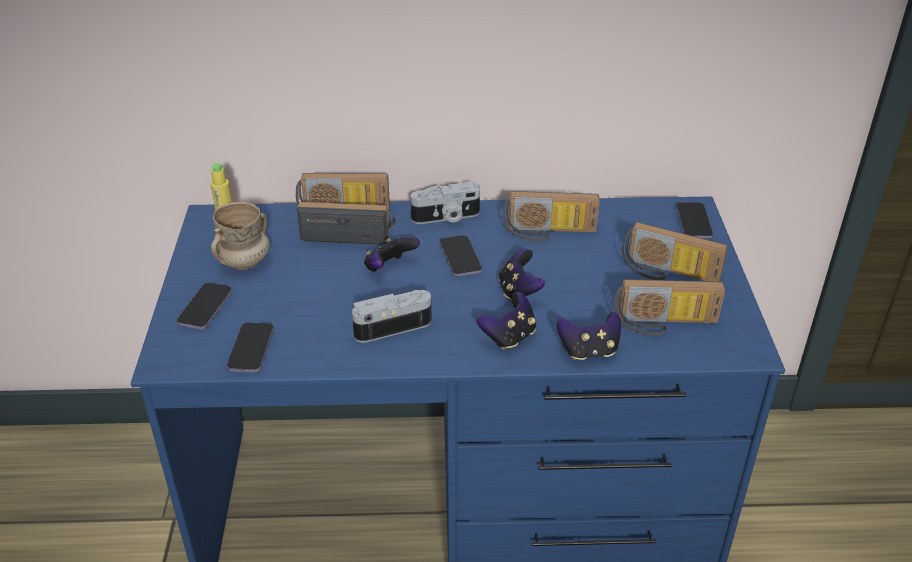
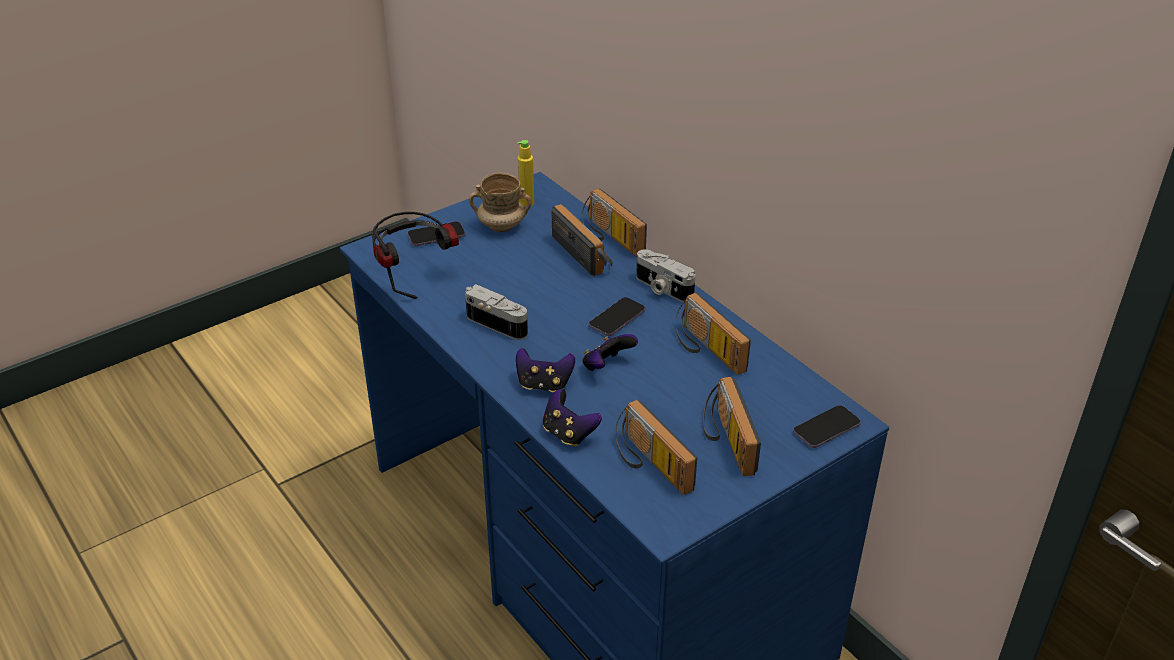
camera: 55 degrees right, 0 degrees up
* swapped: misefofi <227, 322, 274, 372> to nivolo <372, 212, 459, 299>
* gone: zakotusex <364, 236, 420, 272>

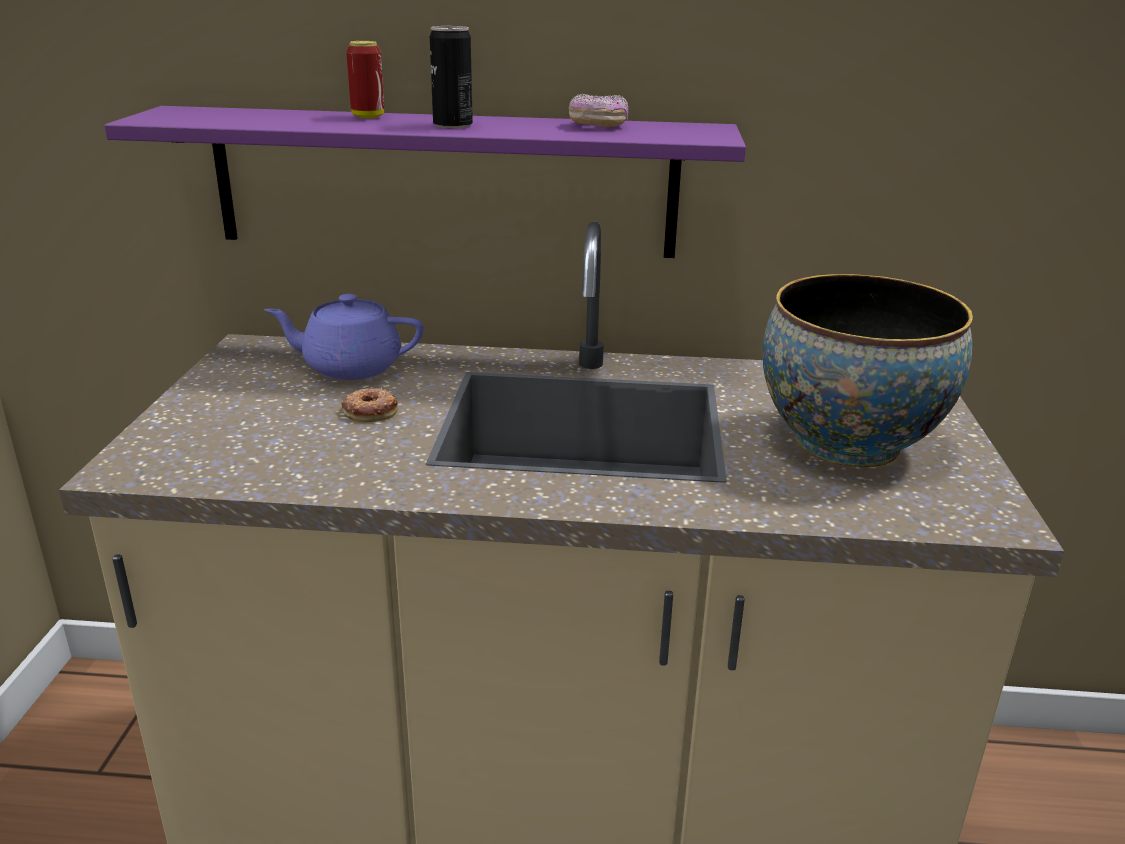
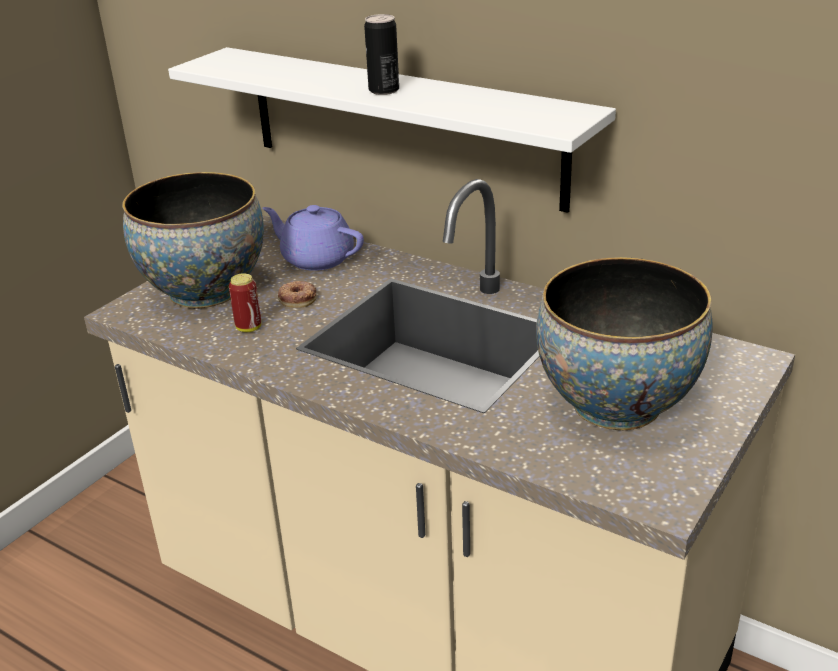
camera: 30 degrees right, 5 degrees up
* repainted: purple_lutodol <104, 106, 746, 258> to white_lutodol <168, 47, 616, 213>
* shifted: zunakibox <346, 41, 384, 119> to <229, 273, 261, 332>
* gone: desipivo <569, 94, 628, 127>
* new: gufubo <122, 172, 264, 309>

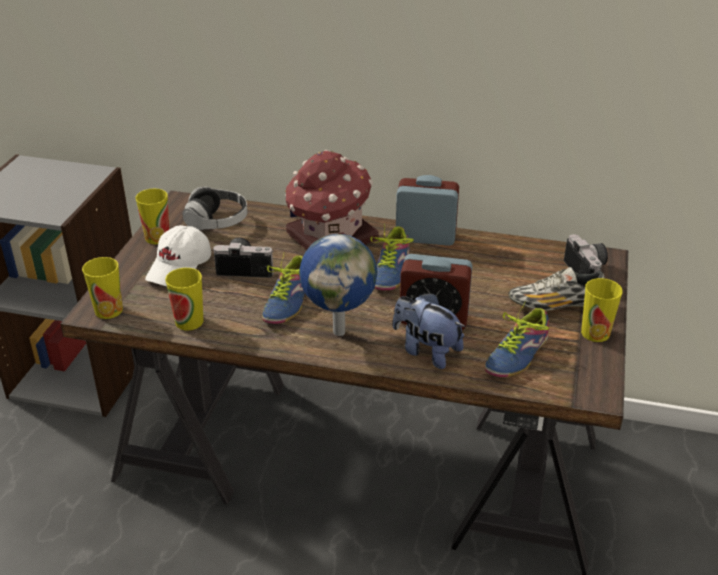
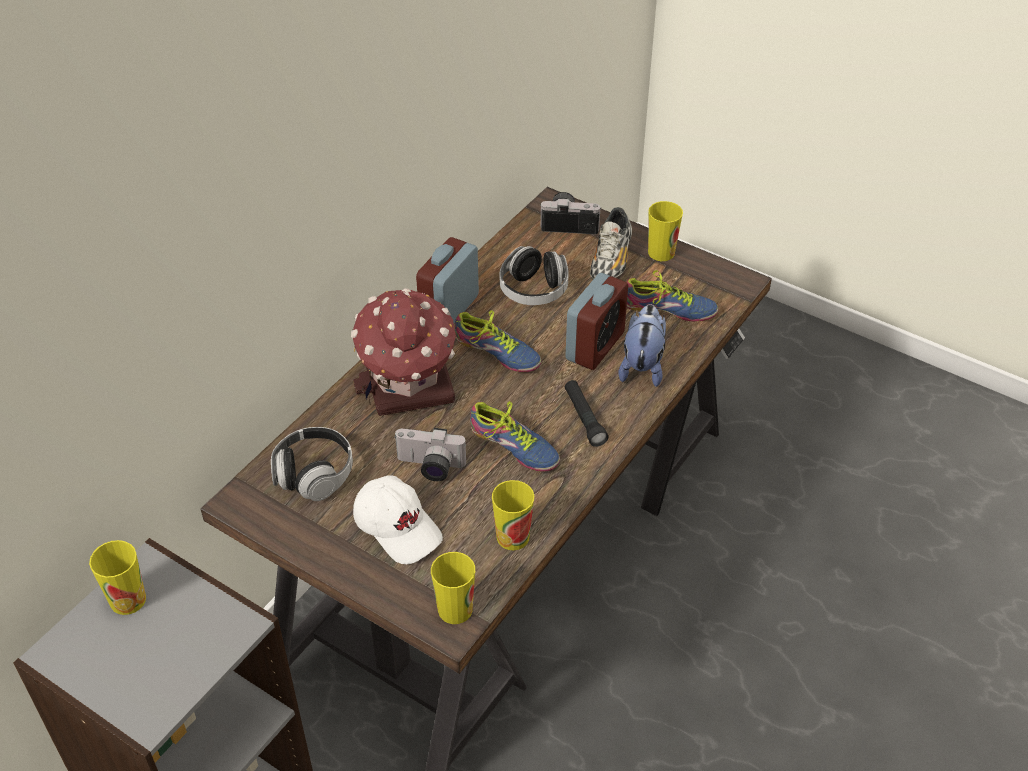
camera: 70 degrees left, 10 degrees up
* shifted: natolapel <136, 189, 170, 244> to <89, 540, 146, 615>
* rotated: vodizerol <213, 238, 274, 278> = <394, 428, 466, 481> 105 degrees counterclockwise
* swapped: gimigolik <299, 234, 377, 336> to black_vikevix <565, 380, 609, 447>
* rotated: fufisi <393, 293, 465, 369> = <618, 305, 666, 387> 135 degrees clockwise
* rotated: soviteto <485, 301, 549, 377> = <626, 270, 718, 321> 45 degrees counterclockwise
* new: nivolo <500, 246, 569, 305>

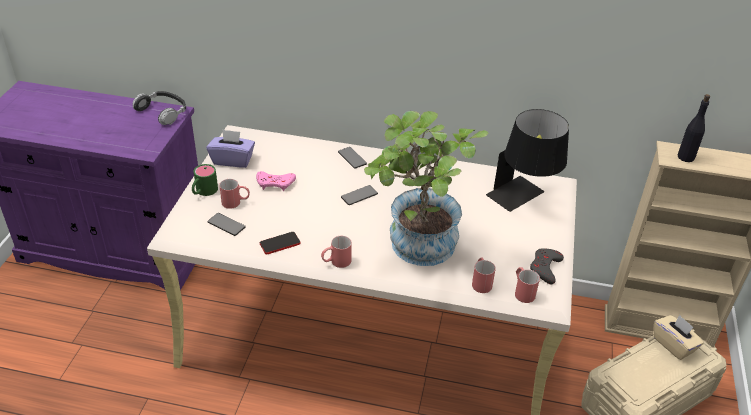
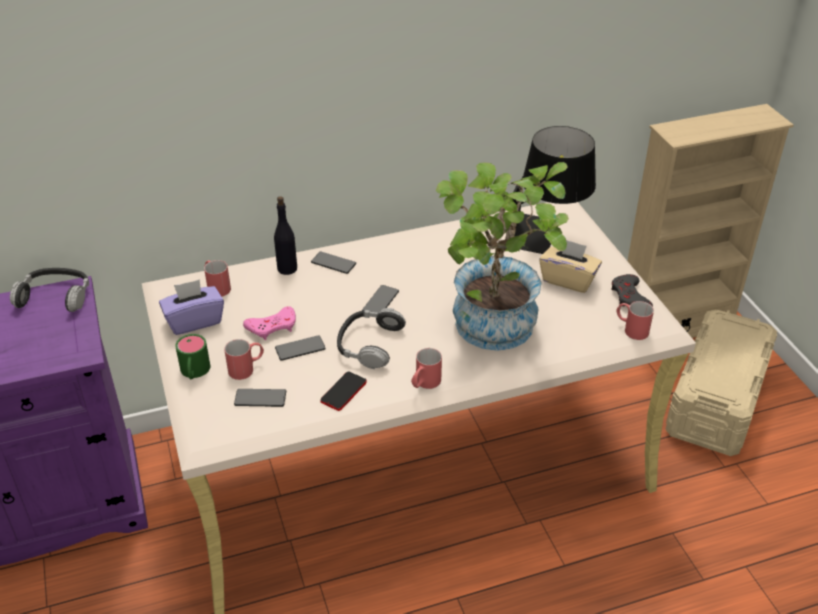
camera: 30 degrees left, 0 degrees up
* shifted: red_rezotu <472, 258, 496, 293> to <204, 260, 231, 297>
* shifted: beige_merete <654, 315, 704, 360> to <539, 240, 602, 293>
* shifted: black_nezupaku <678, 94, 710, 162> to <274, 196, 297, 275>
* new: misefofi <275, 335, 326, 361>
* new: nivolo <337, 308, 406, 369>

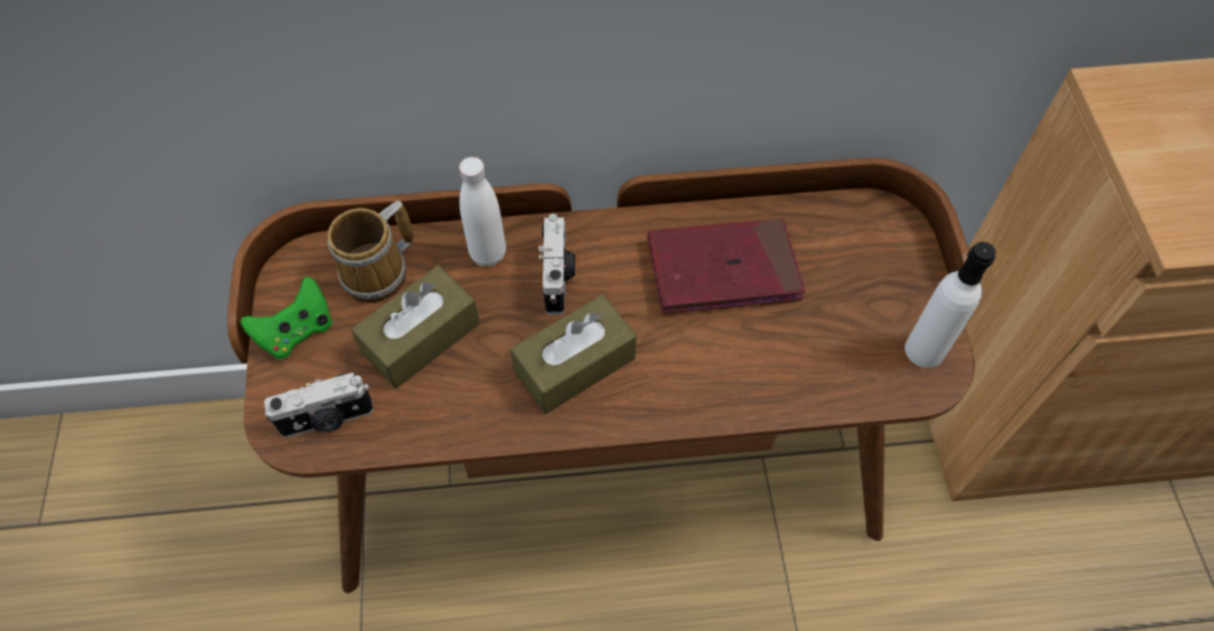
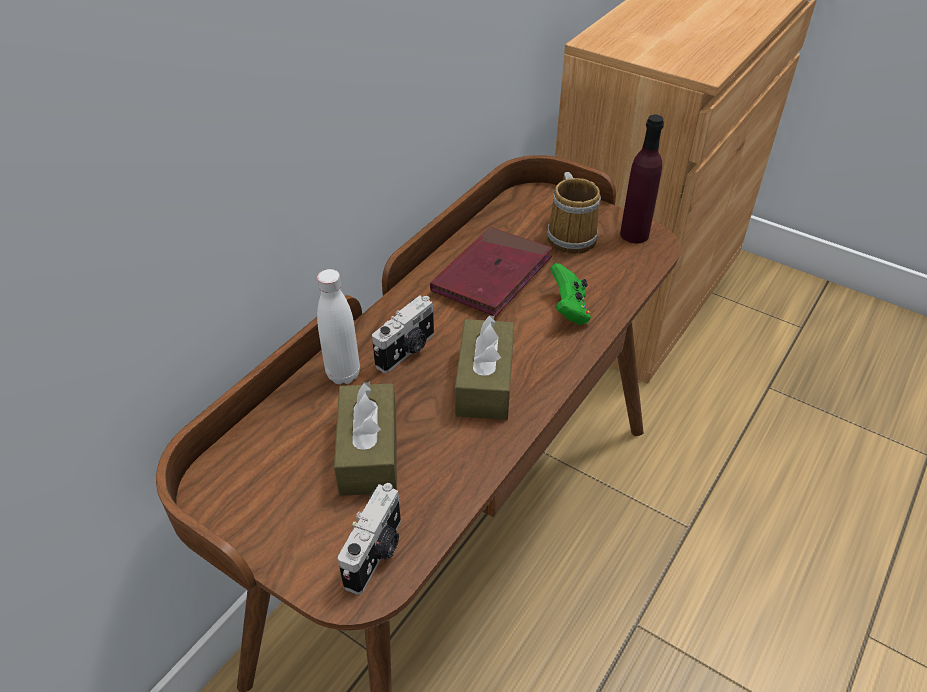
camera: 50 degrees left, 15 degrees down
* shifted: green_zakotusex <241, 277, 332, 359> to <550, 263, 591, 325>
* shifted: rezotu <327, 201, 414, 303> to <547, 172, 601, 254>
* rotated: vodizerol <539, 214, 575, 315> = <372, 295, 434, 373> 90 degrees clockwise
* repainted: white_nezupaku <905, 242, 996, 368> to purple_nezupaku <620, 115, 664, 243>

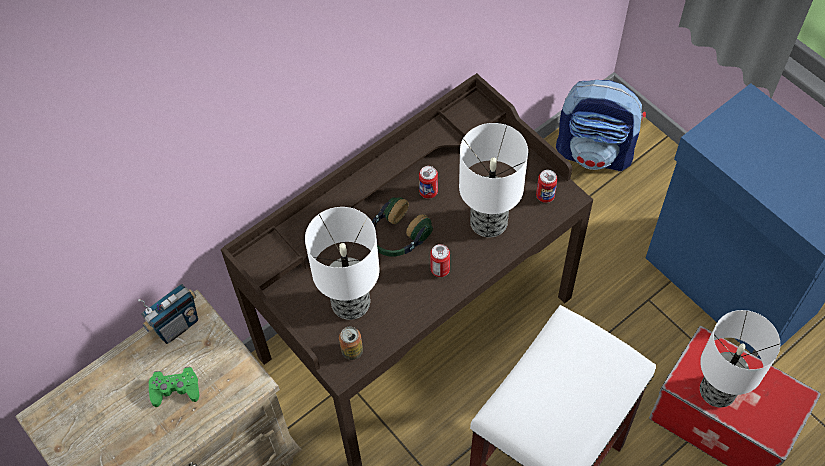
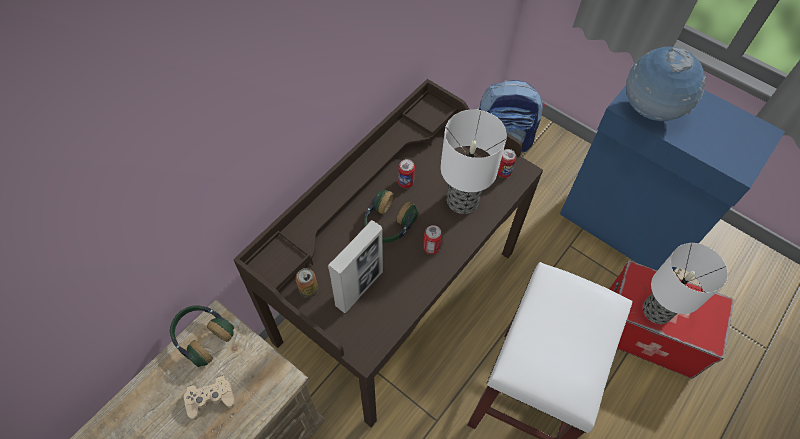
camera: 15 degrees left, 0 degrees up
* swapped: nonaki <138, 284, 198, 344> to nivolo <170, 305, 234, 367>
* repainted: green_zakotusex <149, 367, 199, 407> to beige_zakotusex <184, 376, 235, 420>
* swapped: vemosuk <305, 207, 380, 320> to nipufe <328, 220, 383, 313>
* shifted: zunakibox <339, 326, 363, 360> to <296, 268, 318, 298>
* new: gimigolik <626, 47, 706, 121>

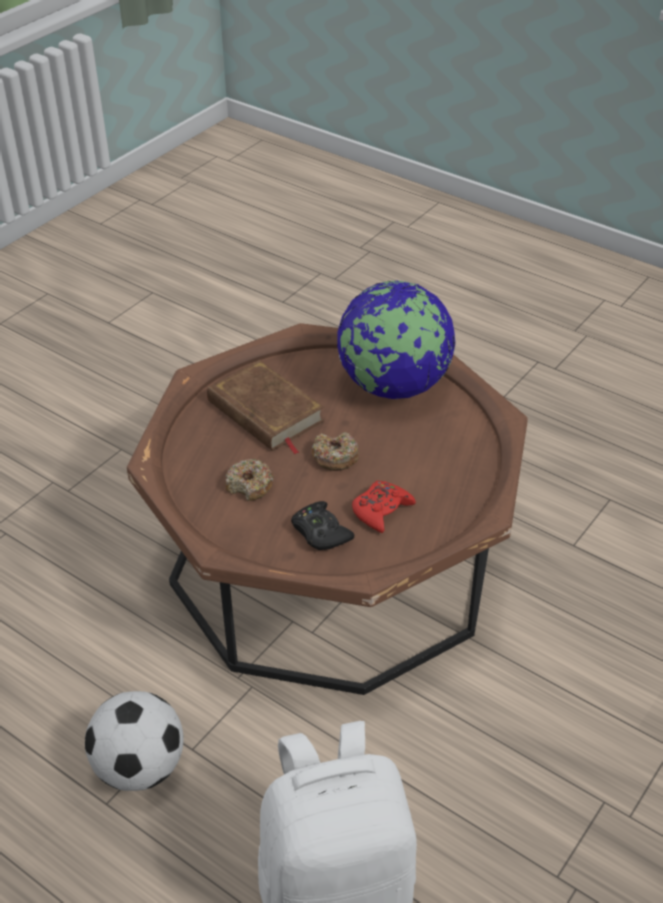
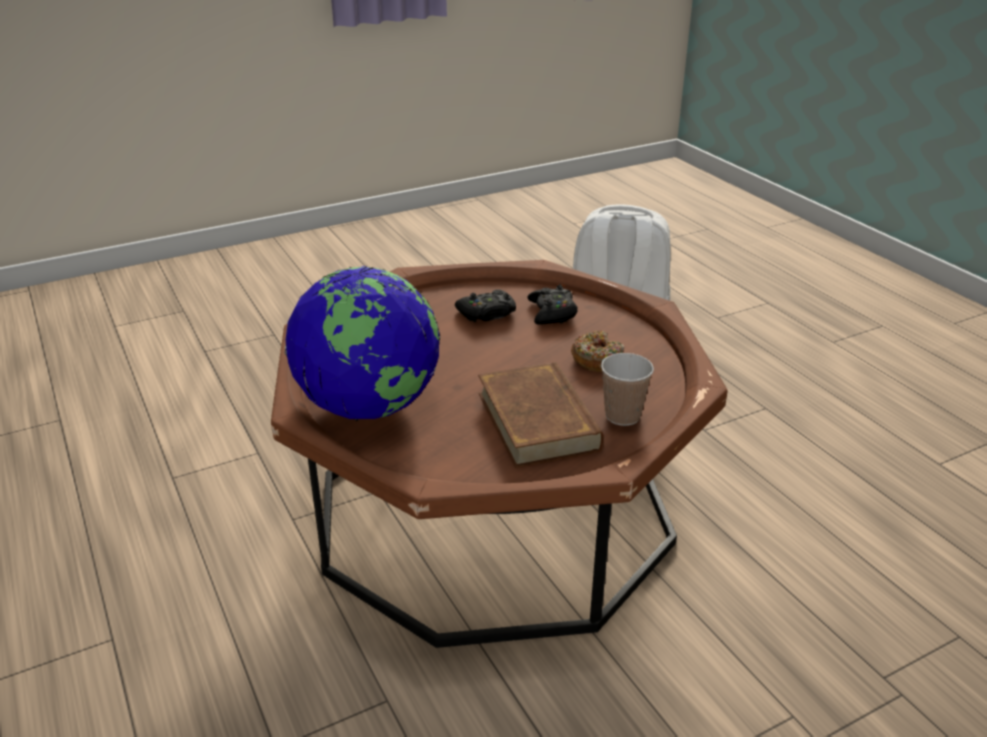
camera: 155 degrees left, 10 degrees down
* gone: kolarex <85, 691, 184, 791>
* gone: desipivo <312, 432, 359, 471>
* repainted: red_zakotusex <352, 481, 416, 533> to black_zakotusex <455, 289, 516, 322>
* new: natolapel <601, 353, 654, 426>

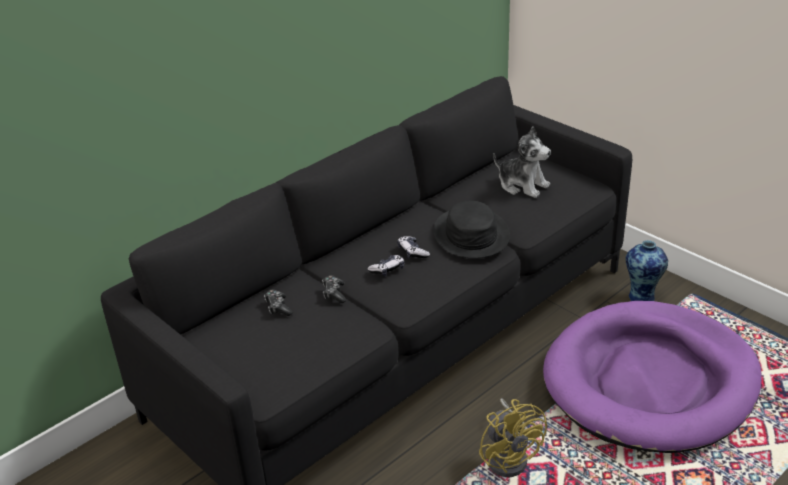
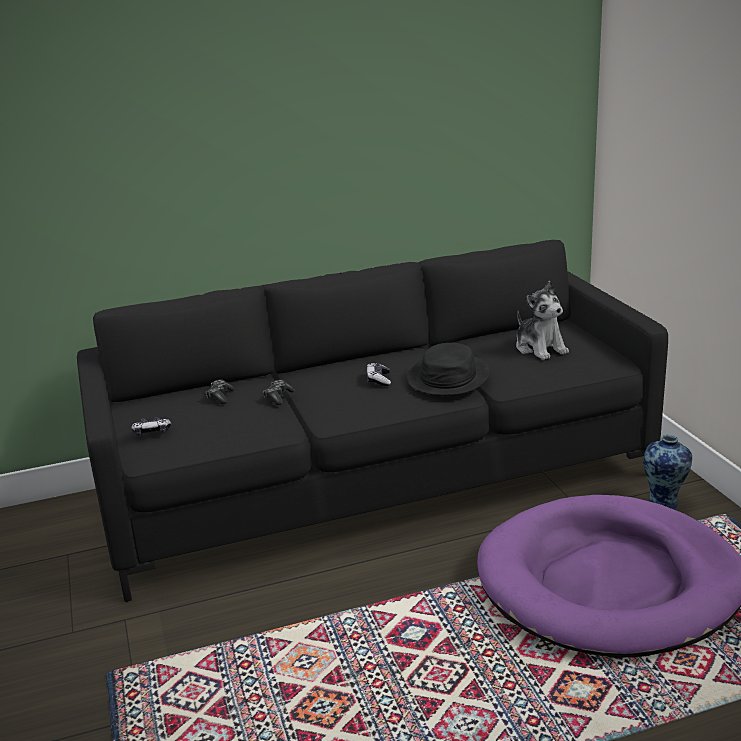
camera: 25 degrees right, 10 degrees down
* shifted: zakotusex <367, 255, 404, 277> to <131, 417, 171, 437>
* gone: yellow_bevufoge <479, 399, 547, 477>

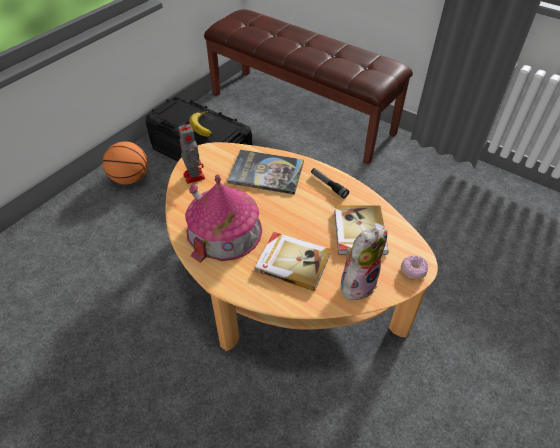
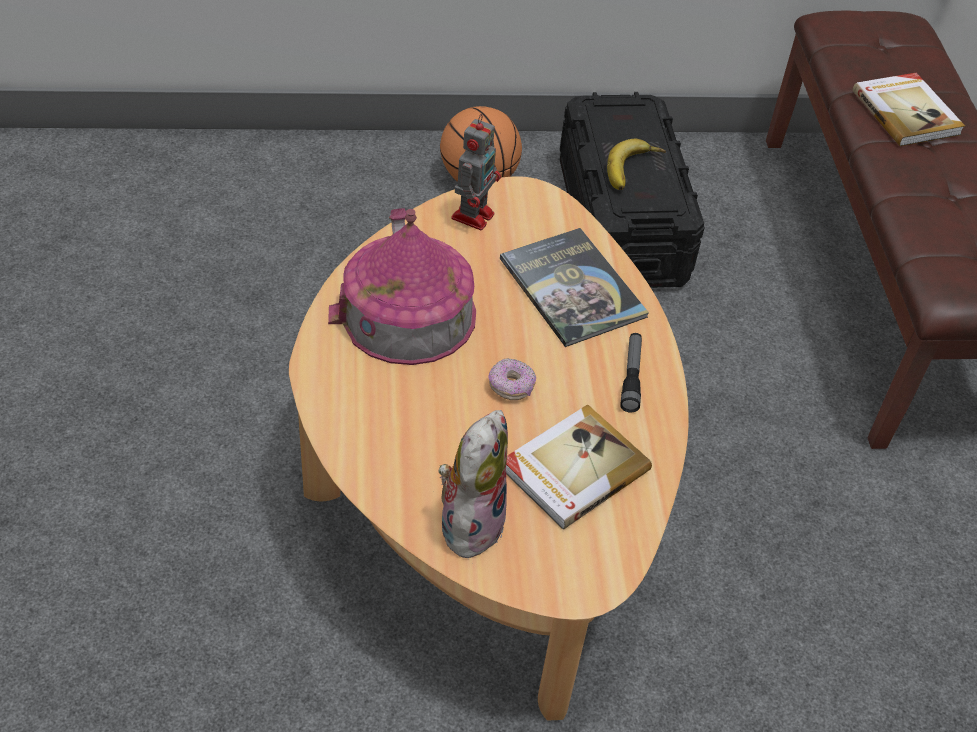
camera: 45 degrees right, 0 degrees up
* shifted: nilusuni <254, 232, 331, 291> to <853, 73, 965, 146>
* rotated: fufisi <341, 227, 387, 300> = <438, 410, 508, 561> 75 degrees counterclockwise
* shifted: desipivo <401, 256, 428, 279> to <489, 358, 536, 400>

